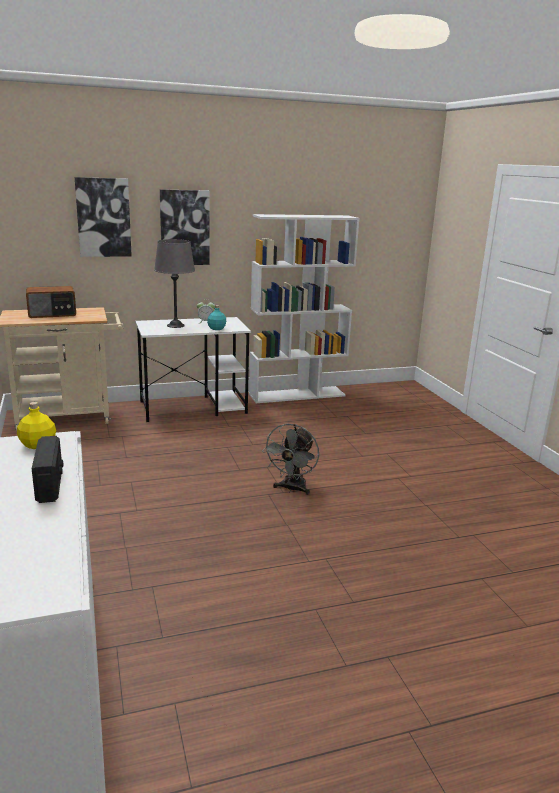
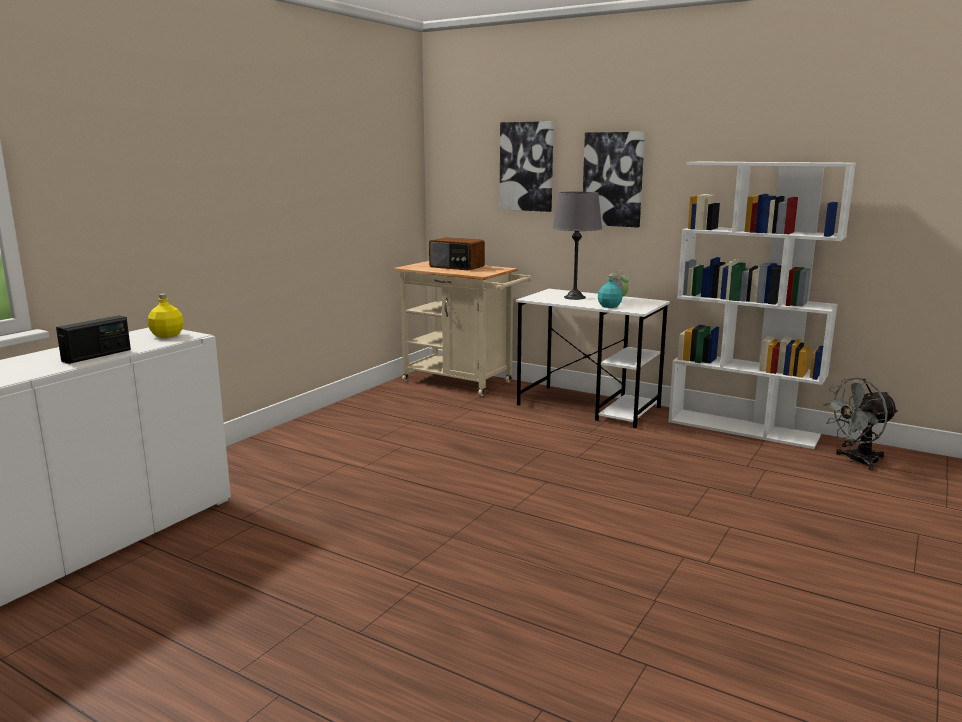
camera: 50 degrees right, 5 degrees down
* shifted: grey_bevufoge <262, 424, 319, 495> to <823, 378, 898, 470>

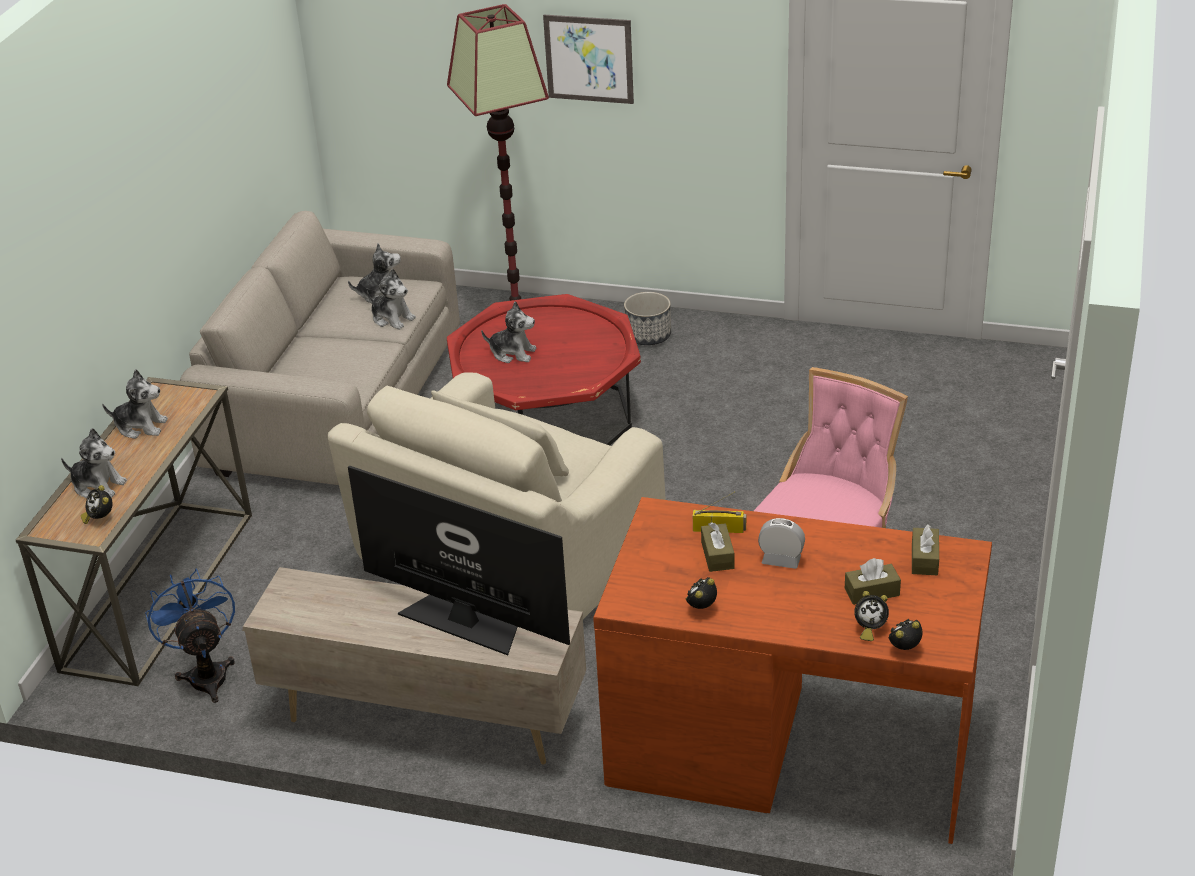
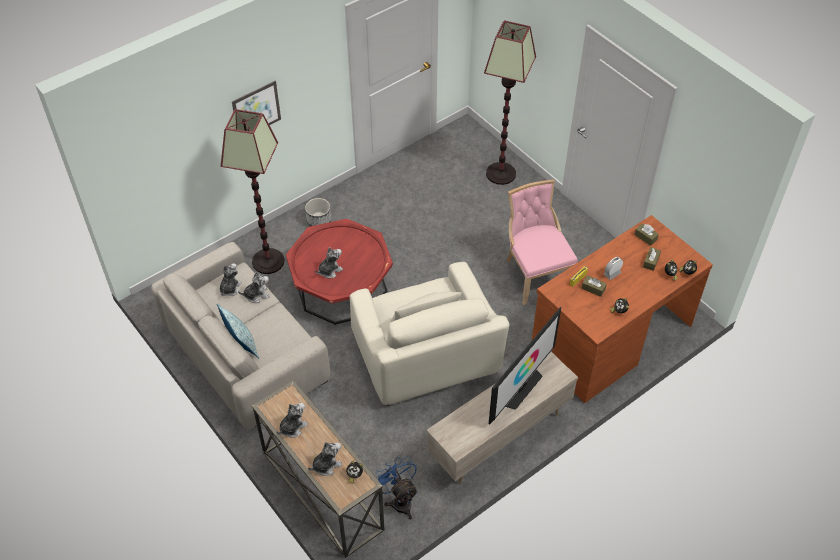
camera: 55 degrees left, 15 degrees up
* rotated: blue_bevufoge <145, 569, 235, 703> = <376, 456, 418, 519> 45 degrees clockwise
* rotated: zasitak <348, 465, 570, 655> = <489, 307, 561, 425> 150 degrees clockwise
* new: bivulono <217, 303, 259, 359>
* new: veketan <484, 21, 536, 185>

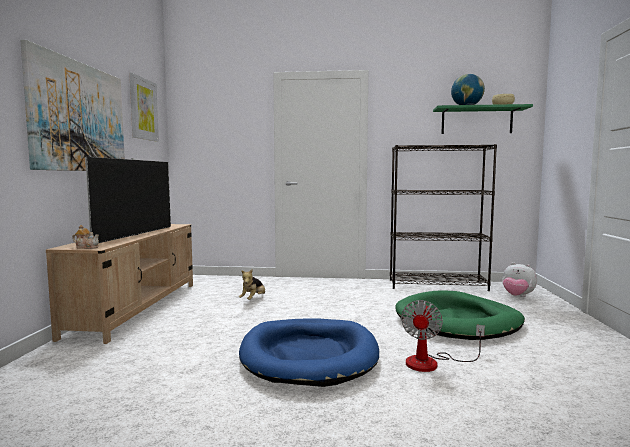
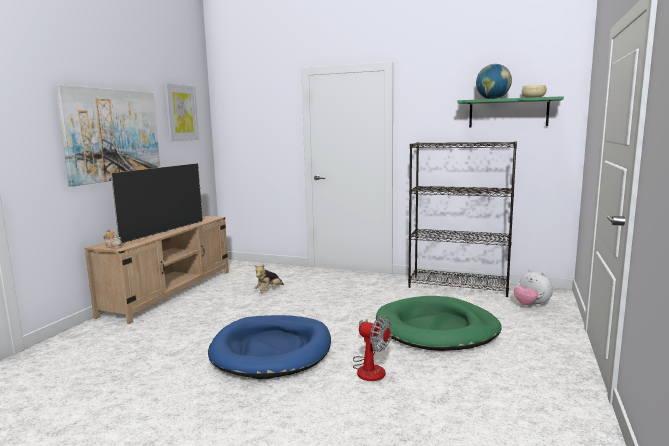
camera: 15 degrees right, 5 degrees up
* rotated: bevufoge <401, 300, 485, 372> = <353, 315, 392, 381> 90 degrees counterclockwise

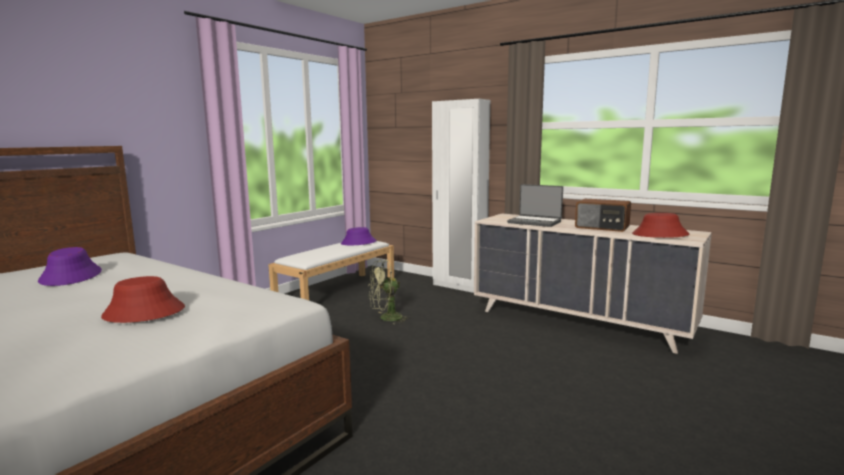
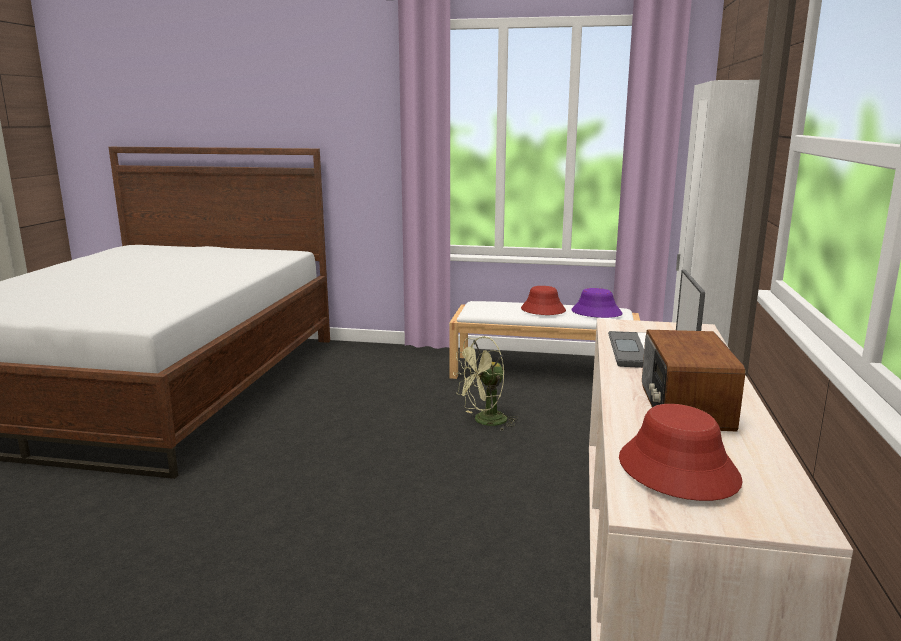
camera: 65 degrees right, 5 degrees up
* gone: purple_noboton <38, 247, 102, 286>
* shifted: red_noboton <101, 276, 185, 323> to <521, 286, 566, 315>
* rotated: green_bevufoge <368, 260, 410, 324> = <453, 336, 518, 430> 75 degrees counterclockwise

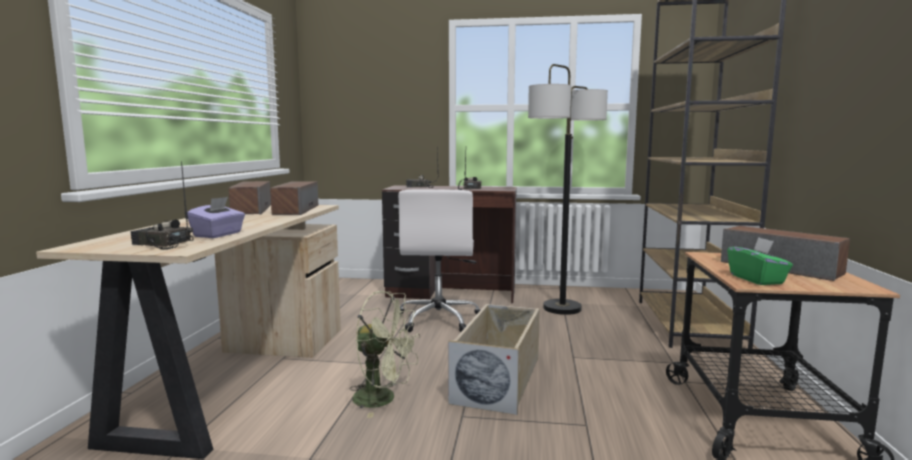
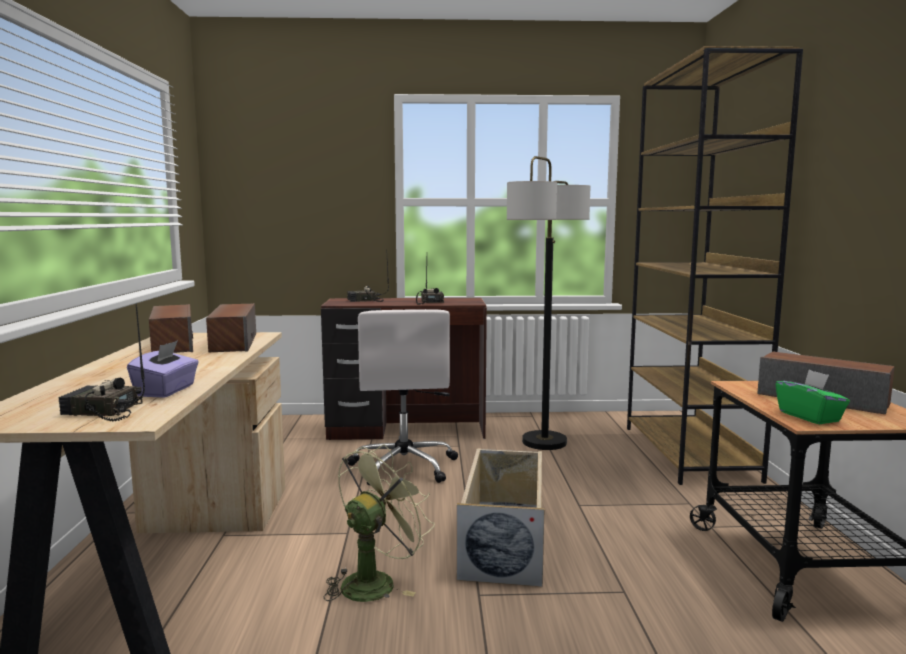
camera: 10 degrees left, 0 degrees up
* rotated: green_bevufoge <350, 291, 420, 418> = <324, 444, 435, 602> 60 degrees counterclockwise

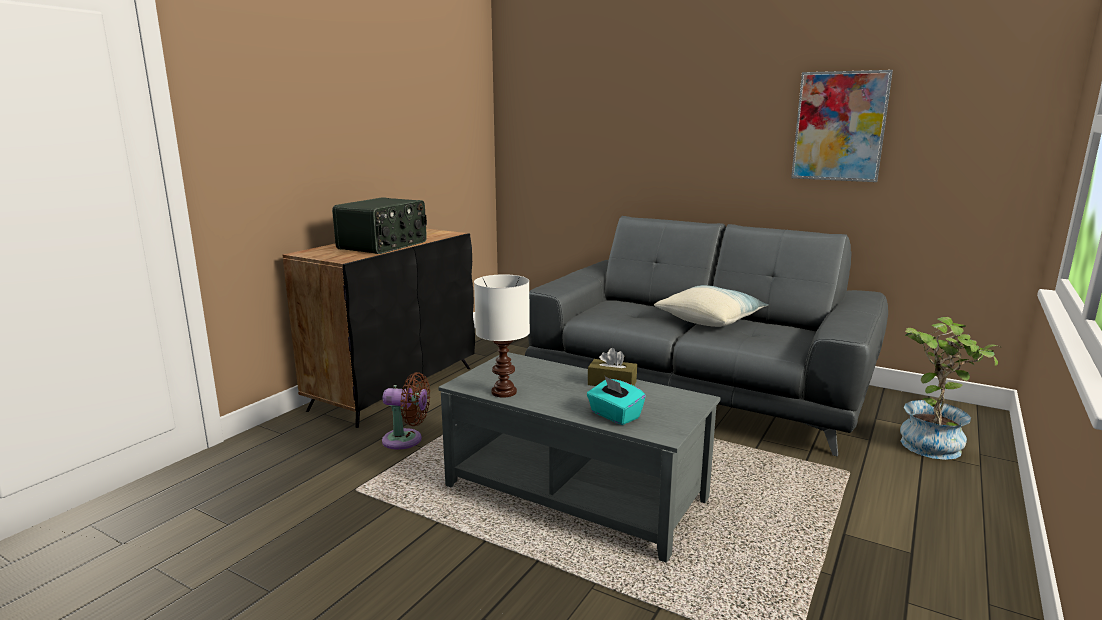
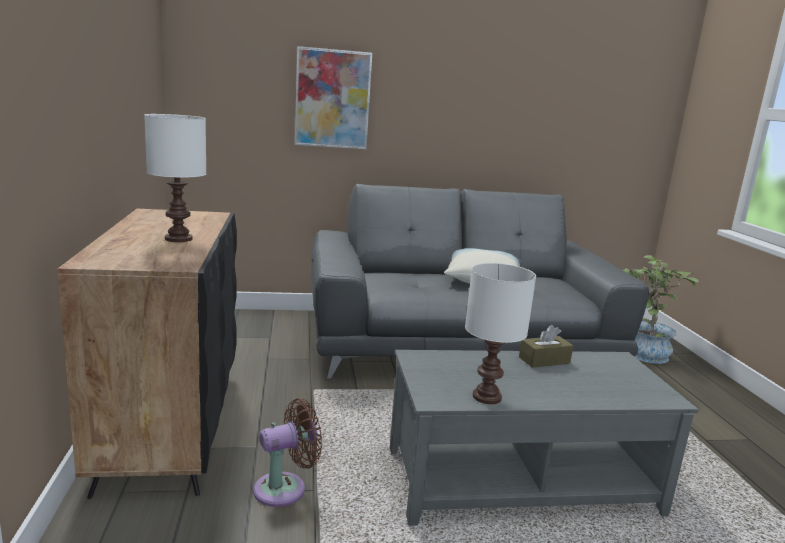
camera: 40 degrees left, 0 degrees up
* swapped: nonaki <332, 197, 427, 254> to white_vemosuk <144, 114, 206, 242>
* gone: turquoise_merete <587, 376, 646, 425>
* shifted: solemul <791, 70, 893, 182> to <295, 46, 372, 149>

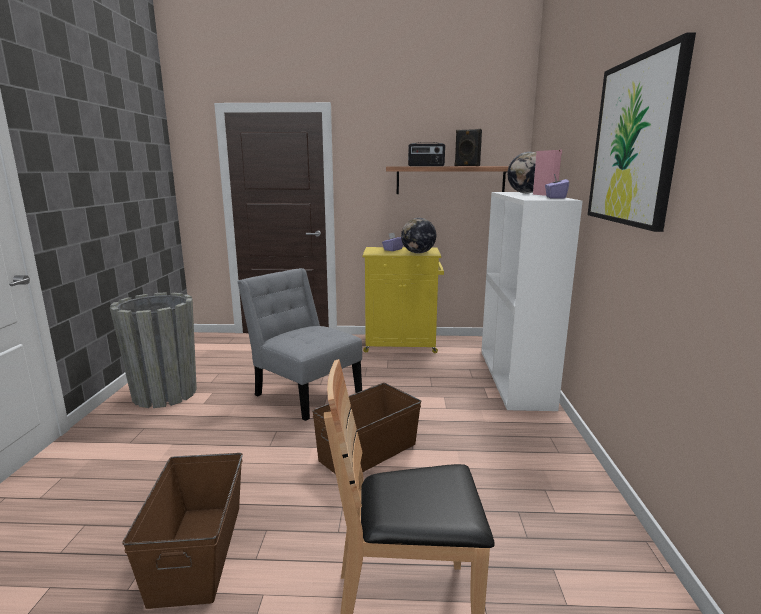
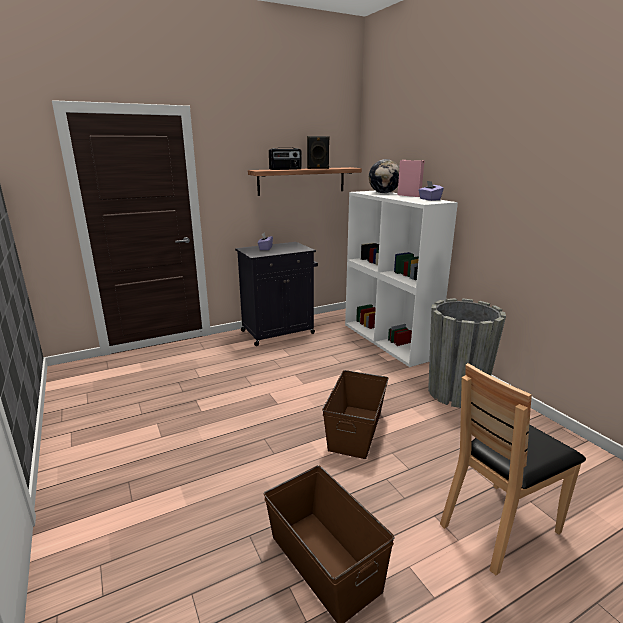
camera: 30 degrees left, 5 degrees up
* shifted: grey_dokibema <110, 292, 197, 408> to <428, 298, 506, 408>
* gone: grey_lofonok <238, 268, 362, 421>
* repainted: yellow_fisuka <362, 247, 444, 353> to black_fisuka <235, 242, 318, 346>
* gone: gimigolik <401, 218, 436, 253>
* gone: solemul <588, 33, 696, 232>

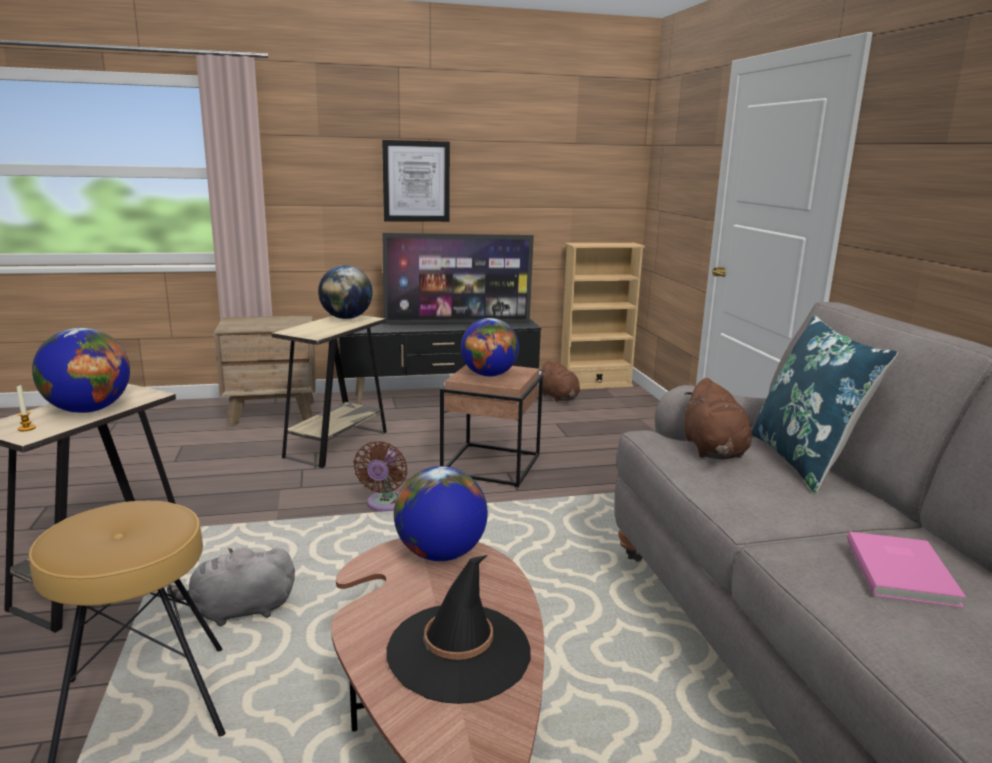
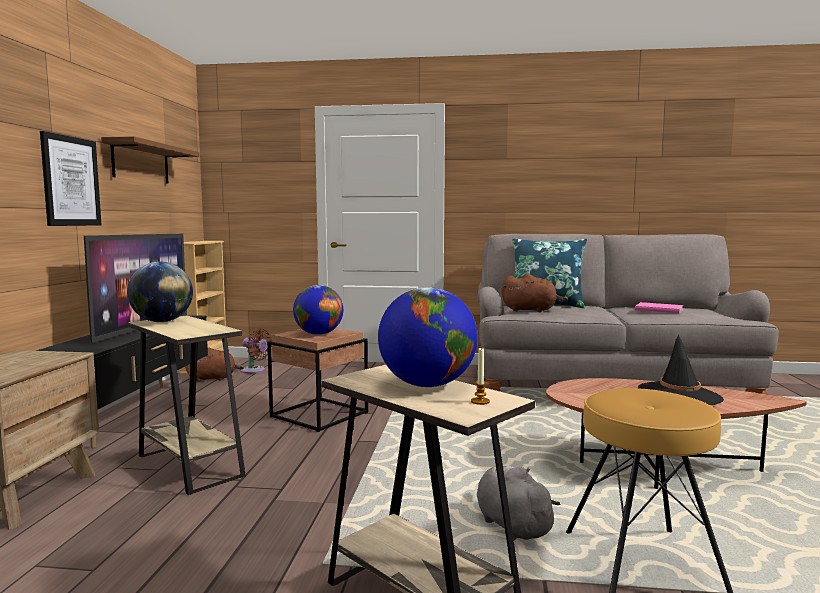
camera: 70 degrees left, 10 degrees down
* rotated: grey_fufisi <167, 547, 295, 626> = <477, 465, 560, 540> 150 degrees clockwise
* shifted: brown_bevufoge <354, 441, 407, 512> to <241, 329, 272, 374>
* gone: gimigolik <394, 466, 488, 561>
* new: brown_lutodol <101, 136, 200, 184>

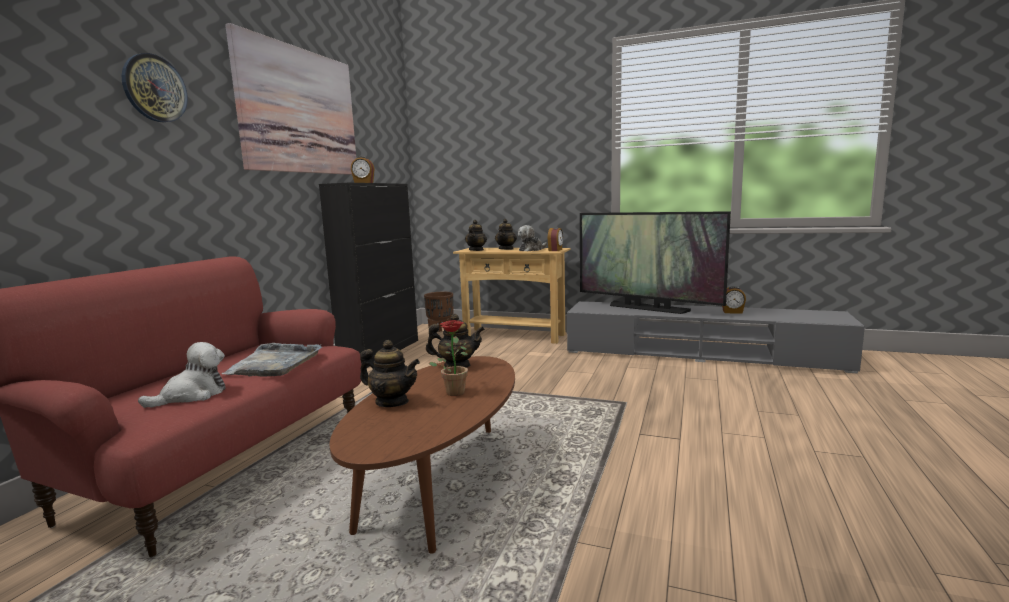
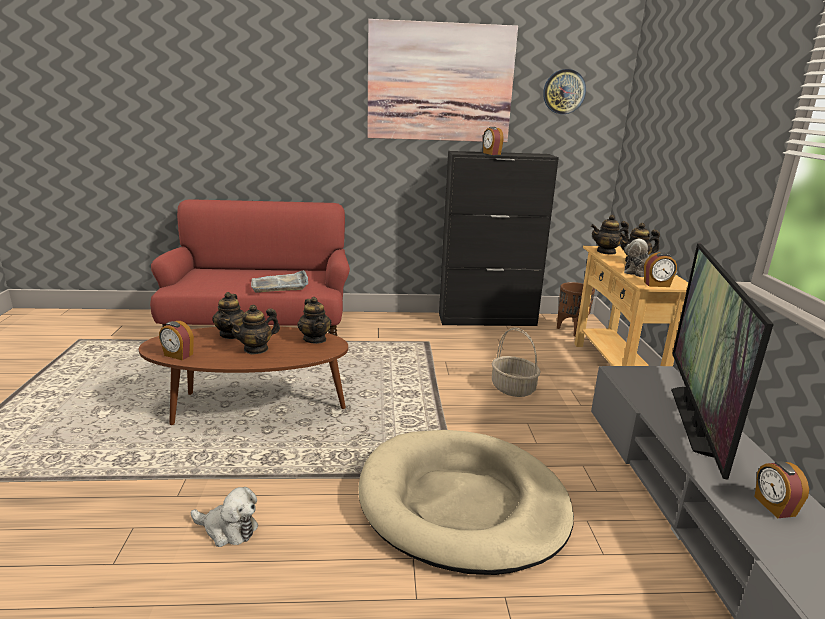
camera: 65 degrees right, 10 degrees up
* shifted: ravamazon <121, 53, 188, 122> to <543, 69, 586, 114>
* shifted: fufisi <138, 342, 226, 408> to <191, 487, 258, 547>
* swapped: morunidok <429, 320, 468, 396> to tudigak <228, 304, 280, 355>
* new: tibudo <159, 321, 194, 360>
* new: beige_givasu <358, 430, 574, 575>
* new: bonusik <492, 328, 540, 397>

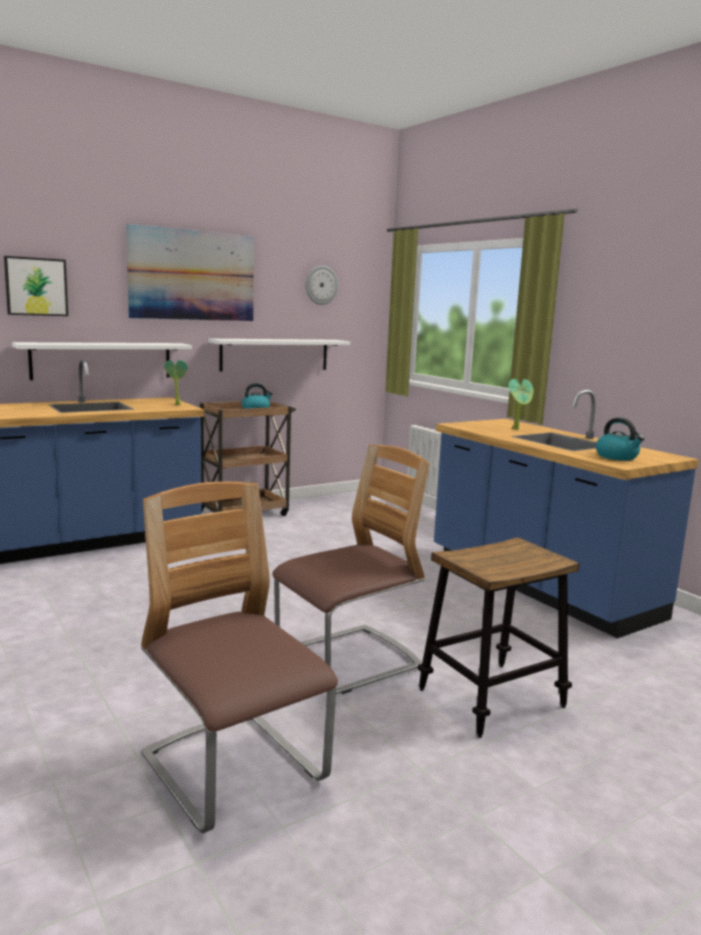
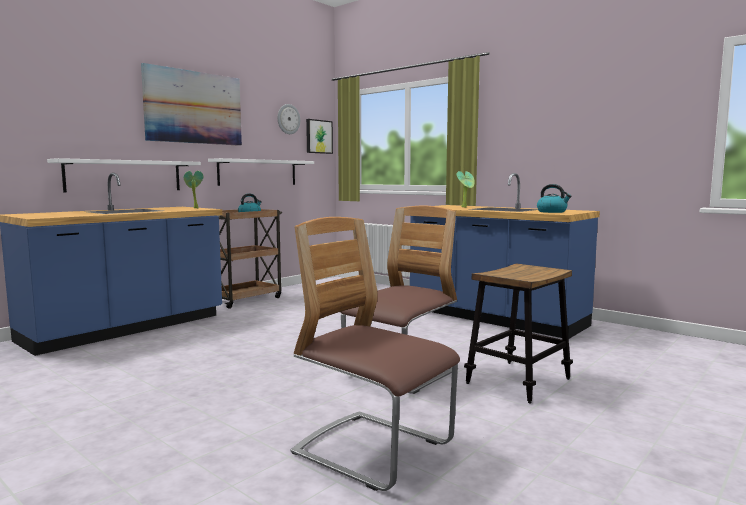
camera: 15 degrees left, 5 degrees down
* shifted: solemul <4, 256, 68, 316> to <306, 119, 333, 154>

